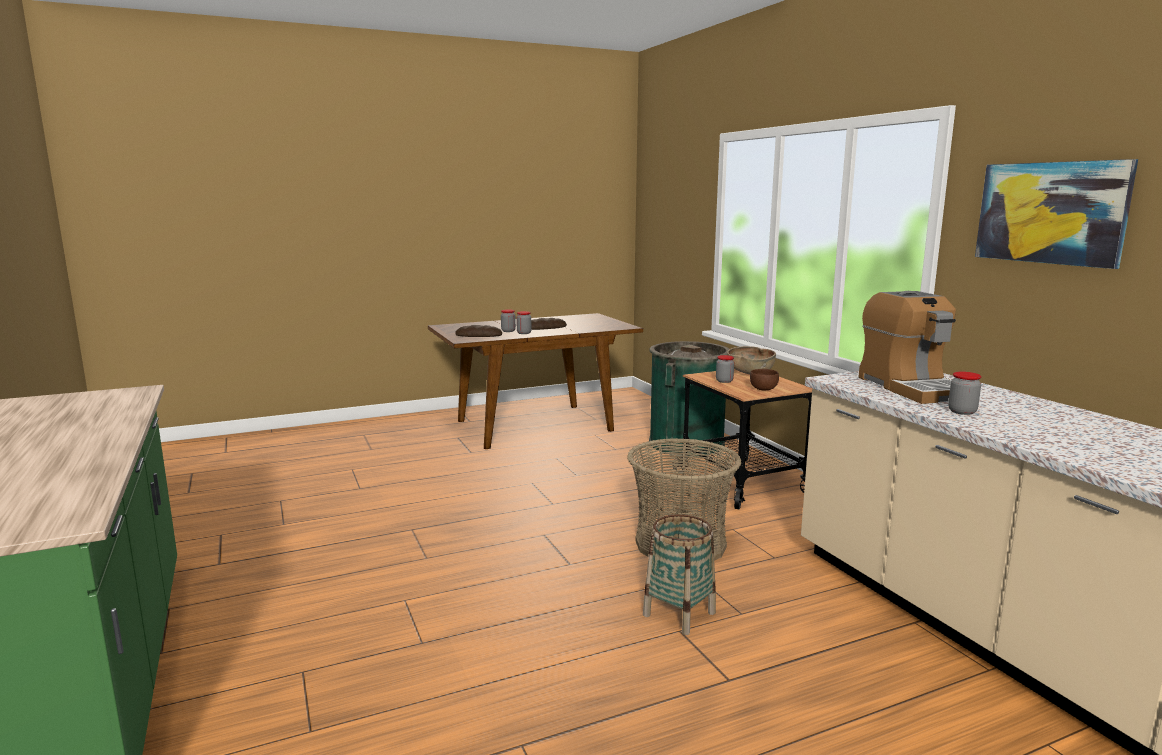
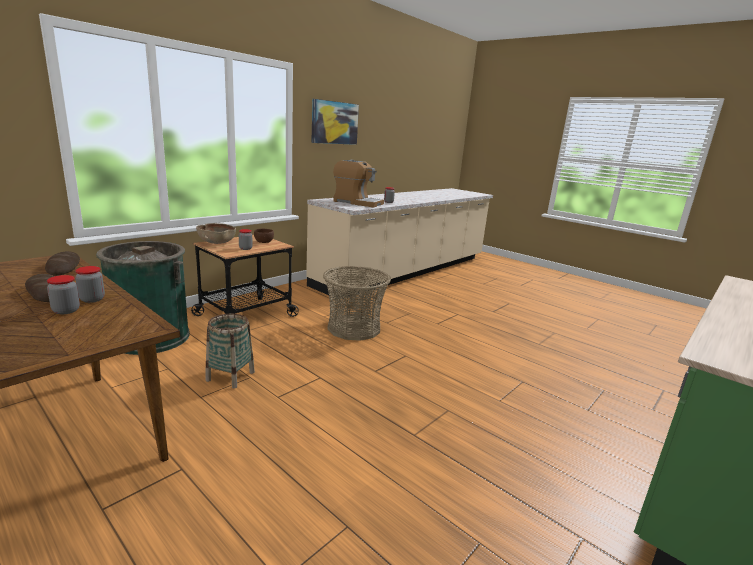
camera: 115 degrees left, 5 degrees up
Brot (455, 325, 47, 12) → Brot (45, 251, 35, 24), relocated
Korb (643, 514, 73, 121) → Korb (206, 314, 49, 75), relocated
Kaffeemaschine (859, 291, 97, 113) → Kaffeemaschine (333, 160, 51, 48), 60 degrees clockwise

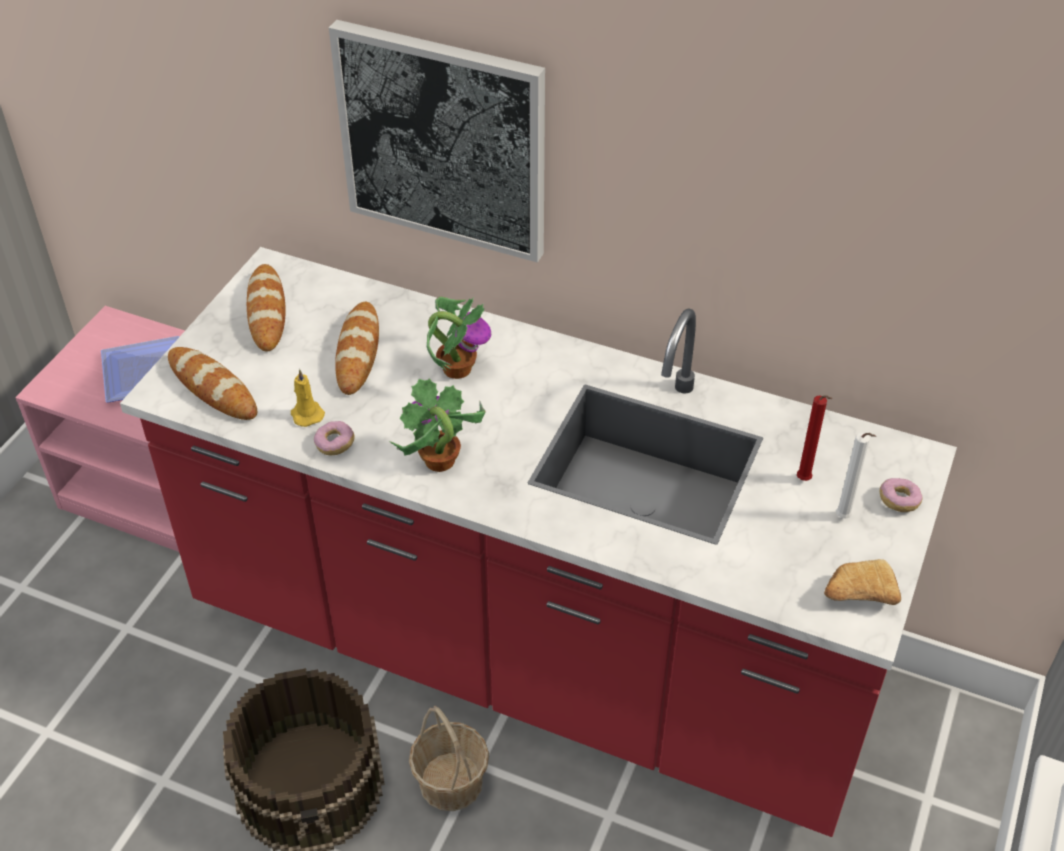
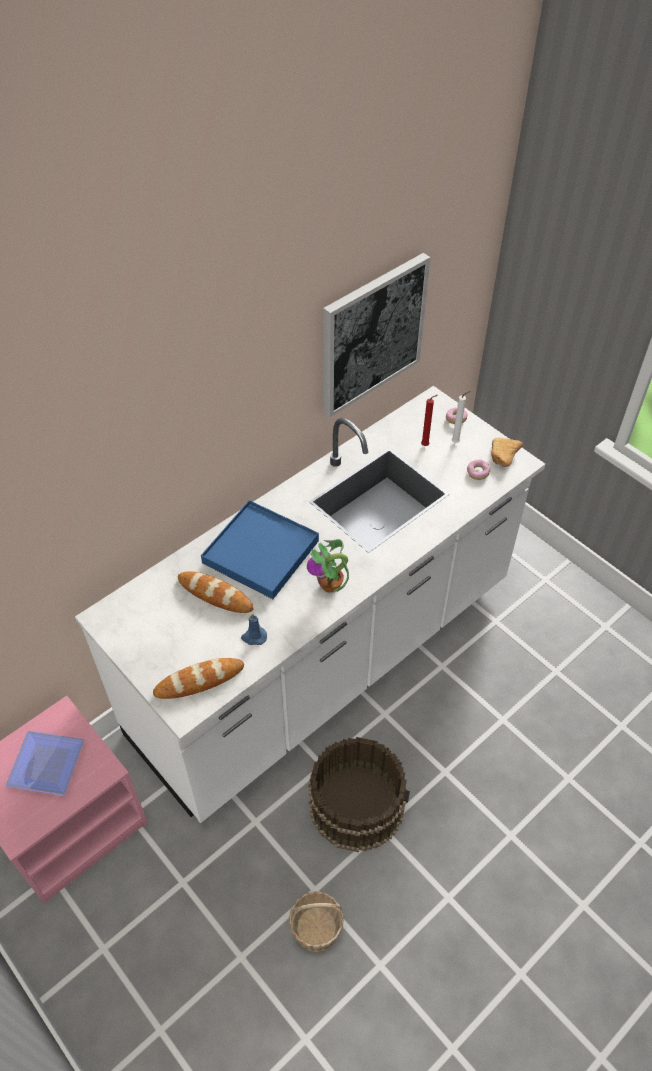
camera: 65 degrees left, 5 degrees up
Küchenzeile [rot] (120, 247, 837, 590) → Küchenzeile [weiß] (75, 386, 470, 437)
Topfpflanze (427, 296, 64, 83) → Tablett [blau] (201, 500, 118, 99)
Kerze [gelb] (291, 369, 34, 58) → Kerze [blau] (241, 613, 26, 32)
Korb (409, 706, 80, 105) → Korb (289, 891, 55, 61), relocated
Bild (329, 20, 216, 243) → Bild (323, 253, 107, 164), relocated
Donut (314, 421, 41, 34) → Donut (467, 460, 23, 20), relocated
Brot (247, 264, 39, 88) → -

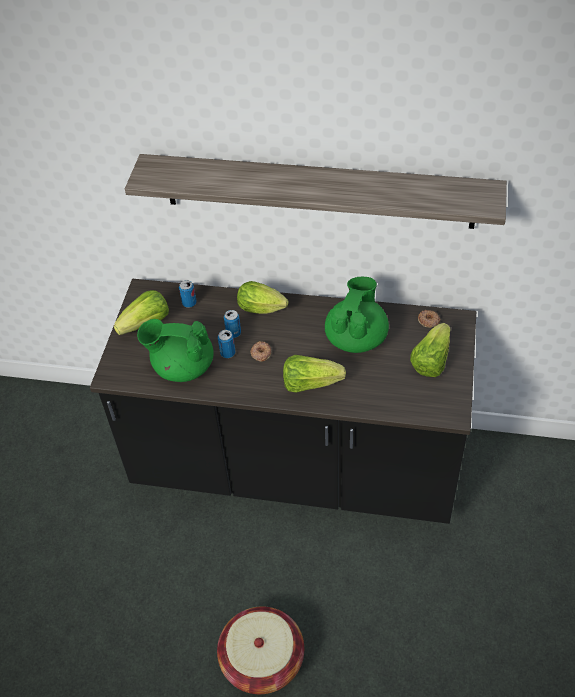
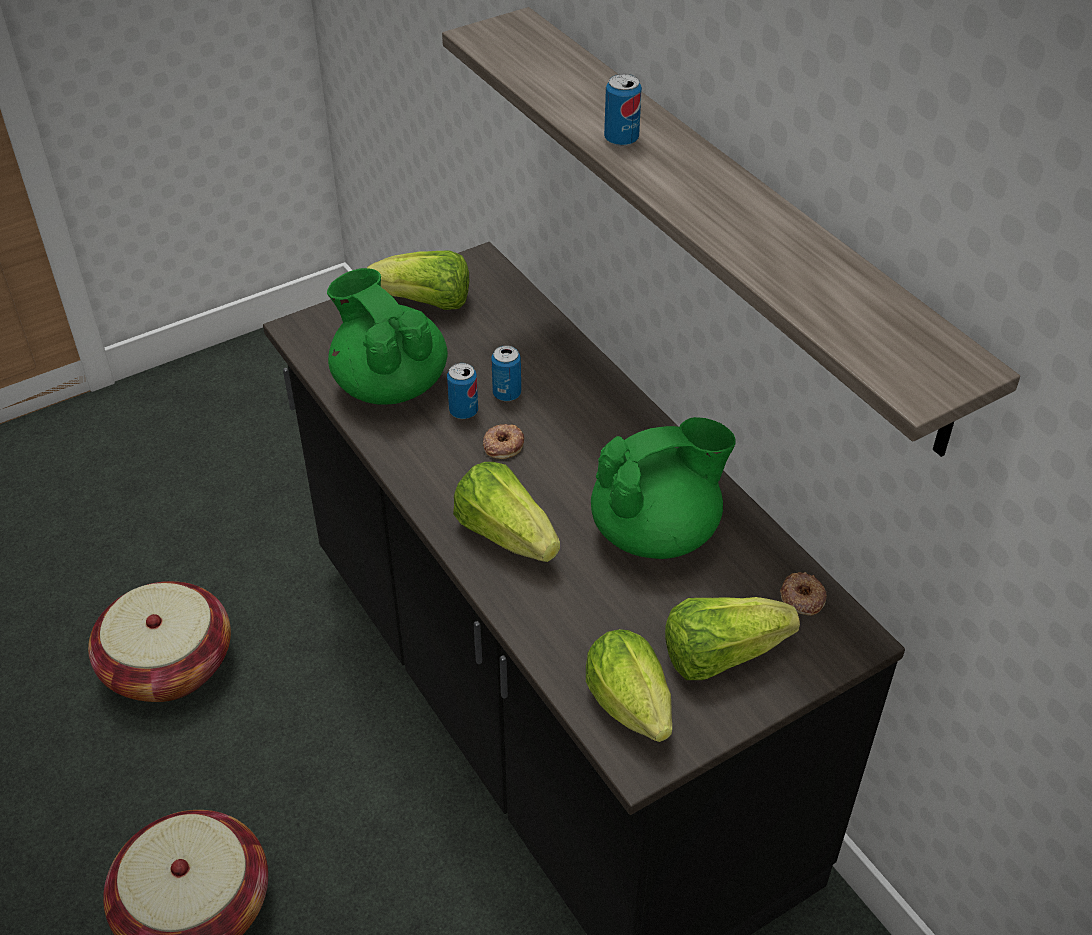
camera: 45 degrees right, 5 degrees down
- → Korb (88, 581, 143, 121)
Salatkopf (237, 281, 51, 33) → Salatkopf (586, 629, 86, 113), relocated
Dose (179, 280, 18, 28) → Dose (604, 74, 38, 72), relocated

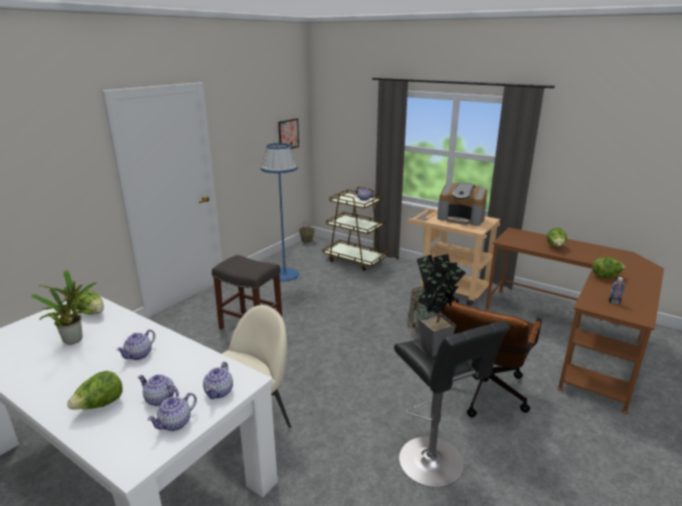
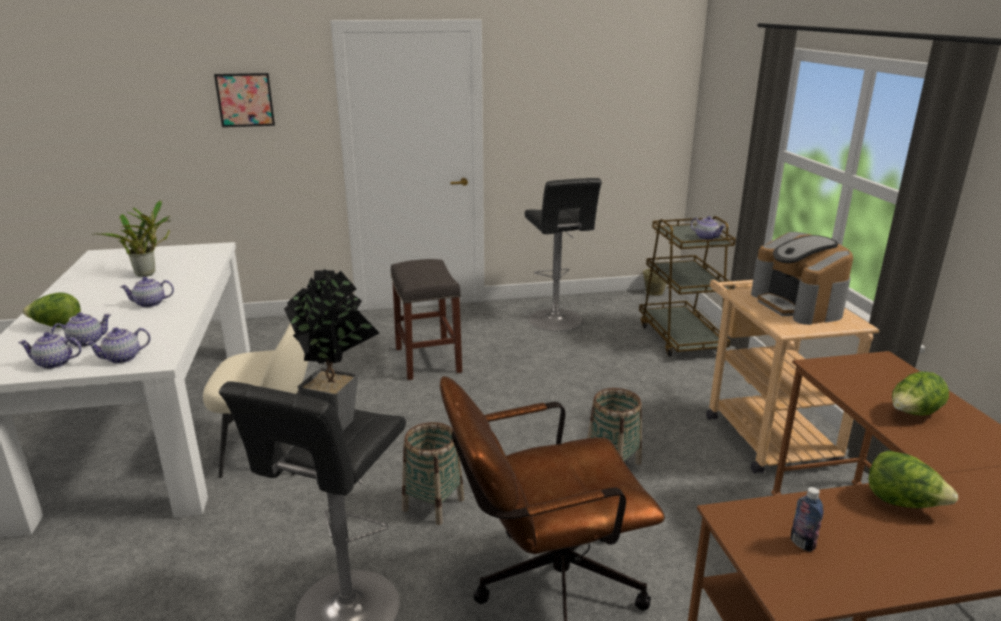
camera: 45 degrees right, 0 degrees up
Teekanne (138, 375, 41, 31) → Teekanne (51, 312, 60, 35), 75 degrees clockwise
Bild (278, 118, 21, 31) → Bild (214, 73, 61, 54), relocated
- → Korb (402, 422, 62, 103)
Stehlampe [blau] (261, 143, 38, 138) → Hocker [schwarz] (525, 178, 77, 153)
Salatkopf (76, 290, 28, 25) → -

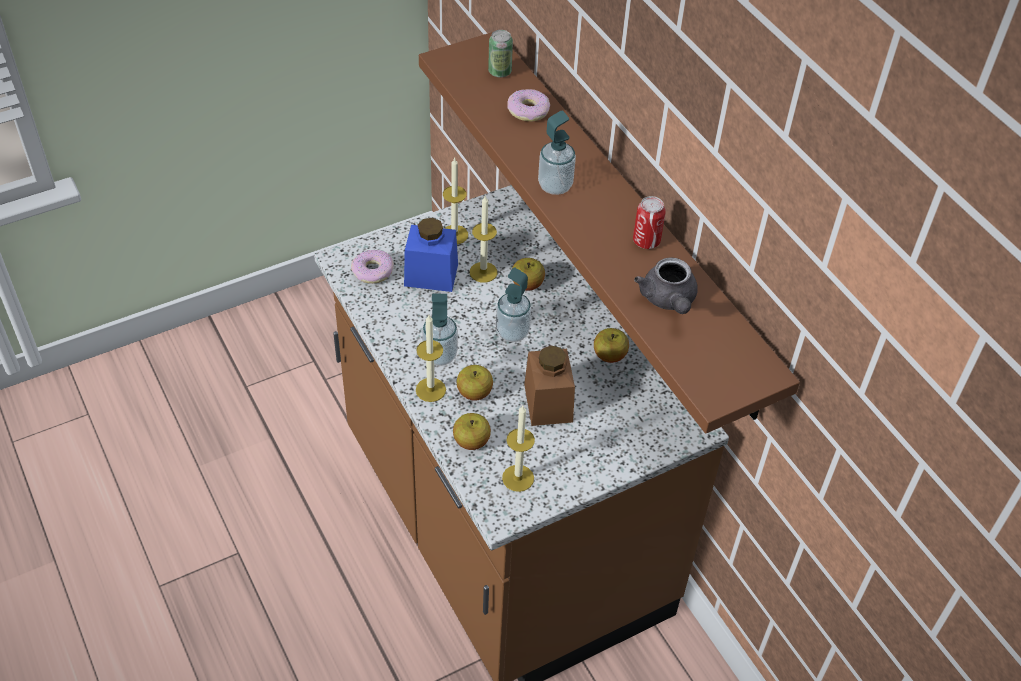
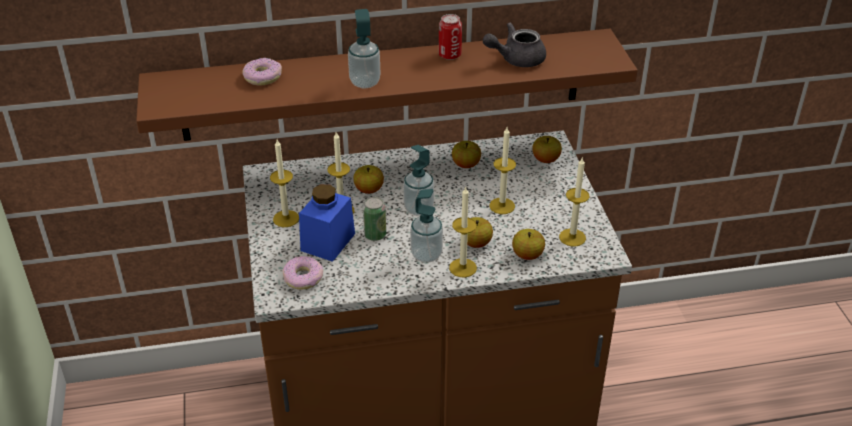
camera: 70 degrees left, 10 degrees down
Dose (488, 30, 25, 48) → Dose (363, 197, 23, 44), relocated
Teekanne [grau] (634, 257, 64, 57) → Teekanne [grau] (483, 22, 63, 45), 150 degrees clockwise
Vorratsglas [braun] (524, 345, 51, 81) → Kerze (489, 127, 27, 87)
- → Apfel (532, 136, 30, 27)

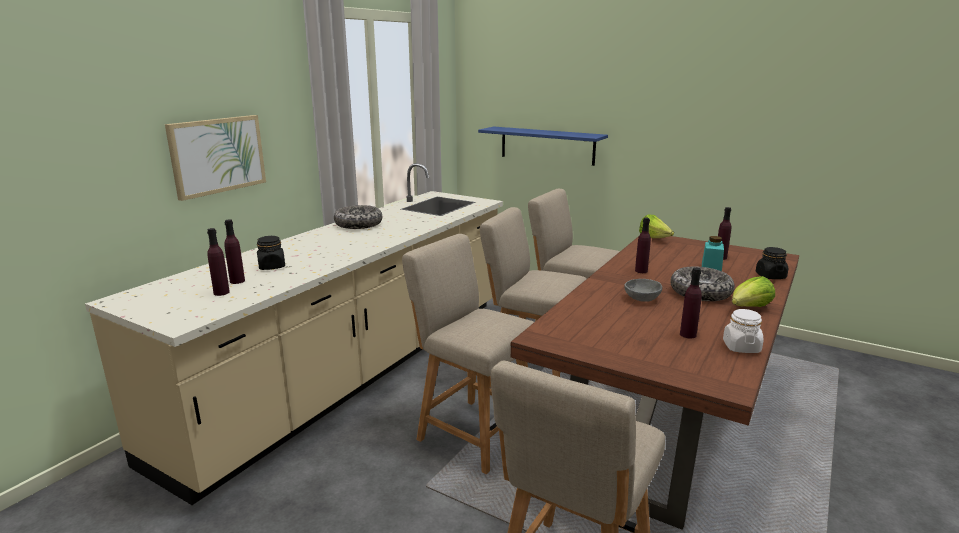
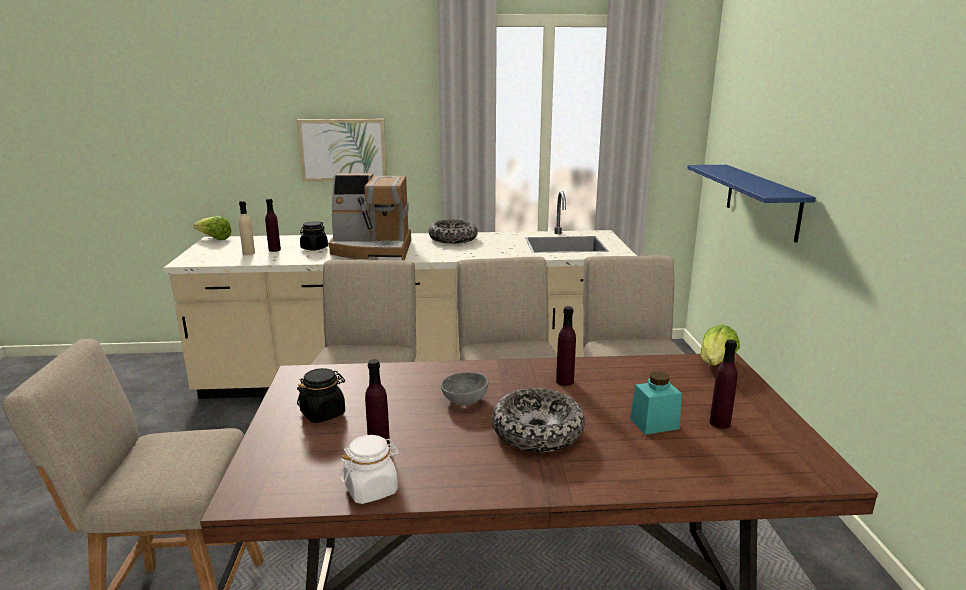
camera: 55 degrees right, 0 degrees up
Salatkopf (732, 276, 43, 31) → Salatkopf (193, 216, 39, 24), relocated
Flasche [lila] (207, 228, 23, 68) → Flasche [beige] (239, 201, 16, 54)
Vorratsglas [schwarz] (756, 247, 32, 32) → Vorratsglas [schwarz] (297, 368, 48, 55), relocated
- → Kaffeemaschine (328, 174, 83, 86)

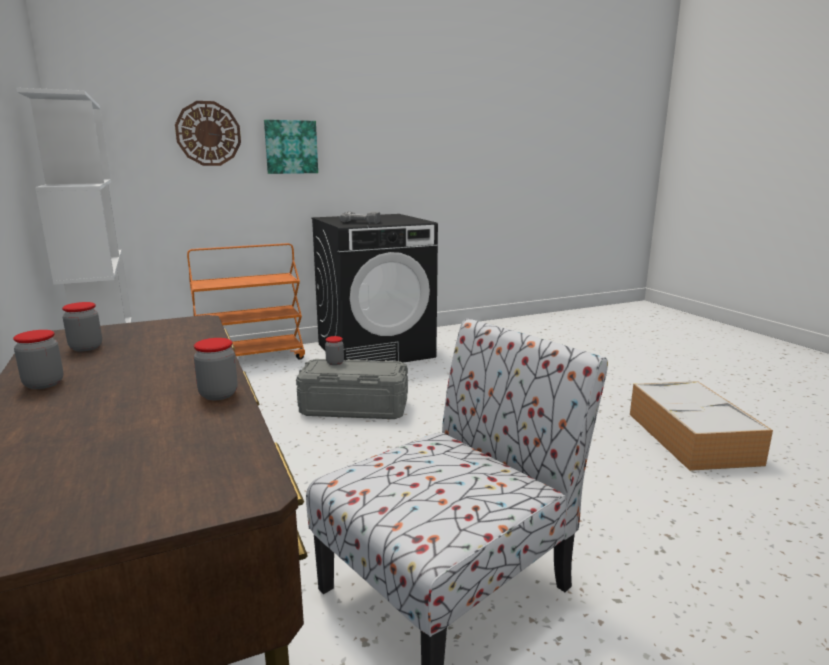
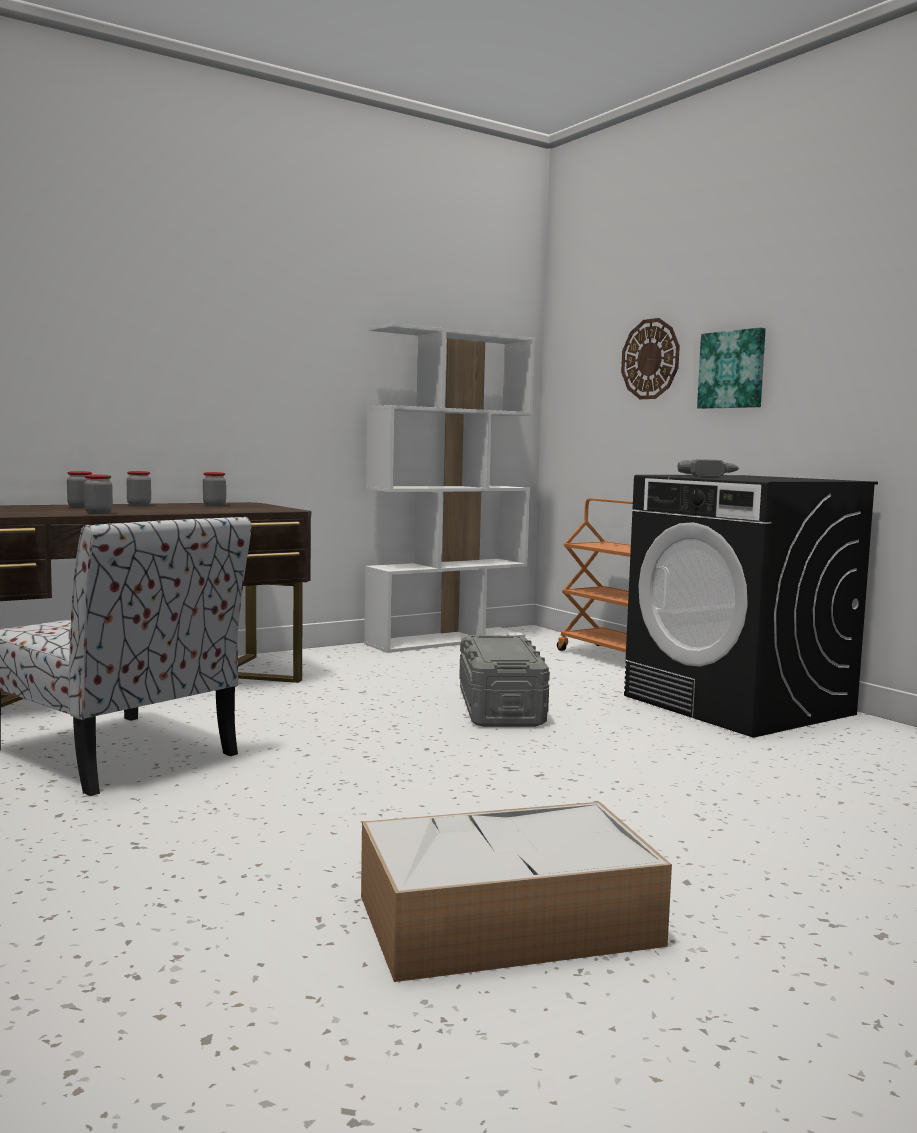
camera: 80 degrees right, 10 degrees down
Vorratsglas (325, 336, 19, 29) → Vorratsglas (67, 471, 25, 37), relocated

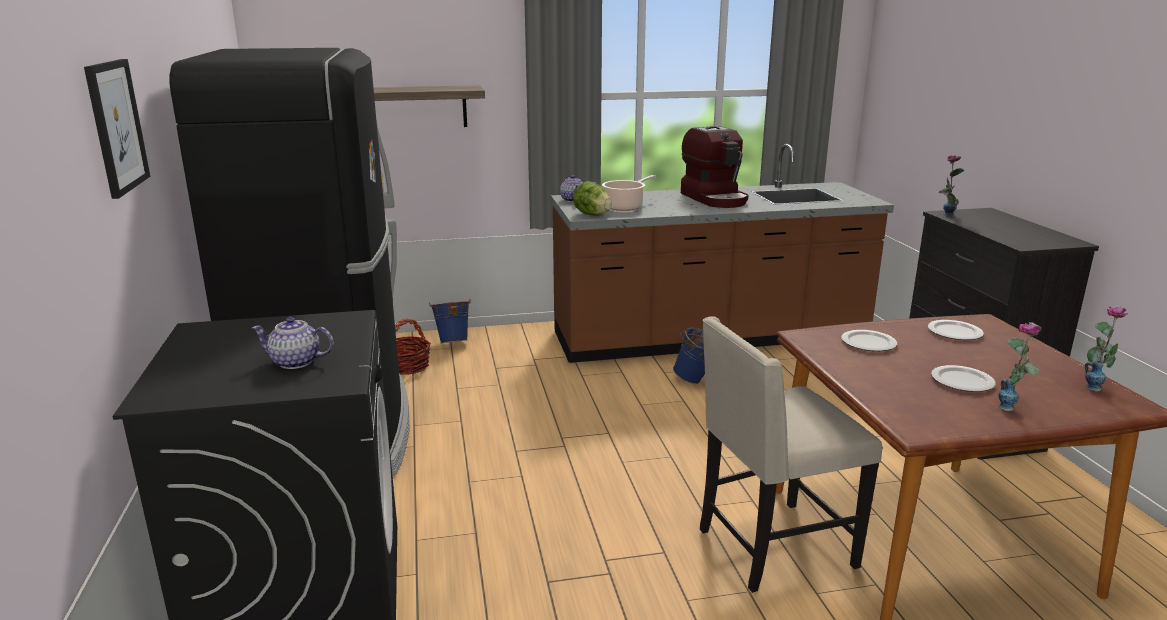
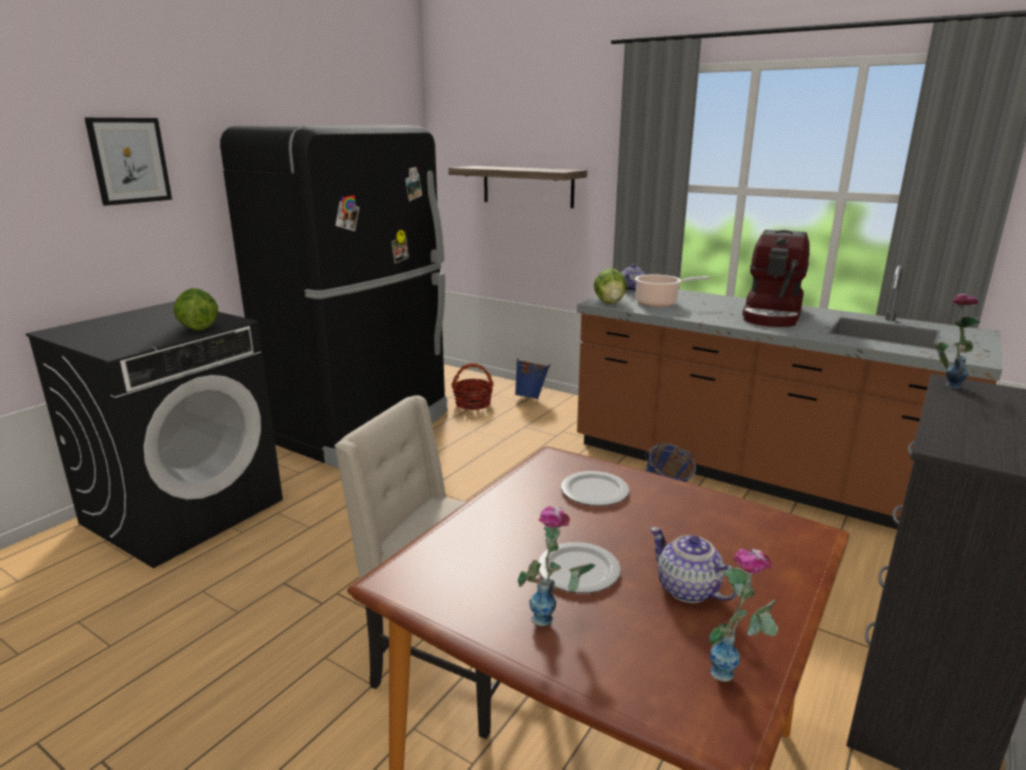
camera: 45 degrees right, 0 degrees up
- → Salatkopf (174, 288, 44, 42)
Teekanne (252, 317, 82, 52) → Teekanne (650, 527, 87, 76), relocated
Teller (928, 320, 56, 20) → -

